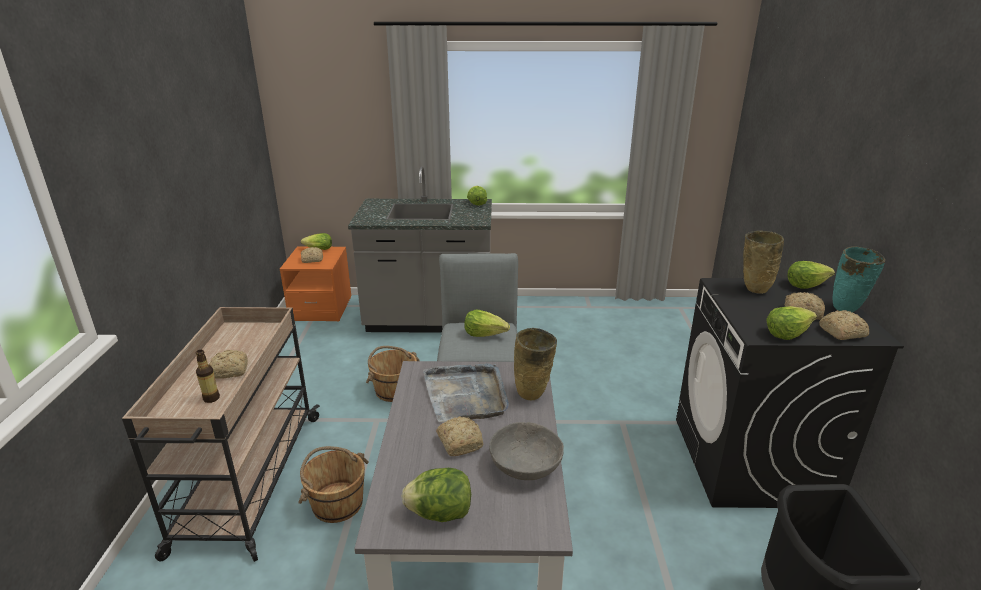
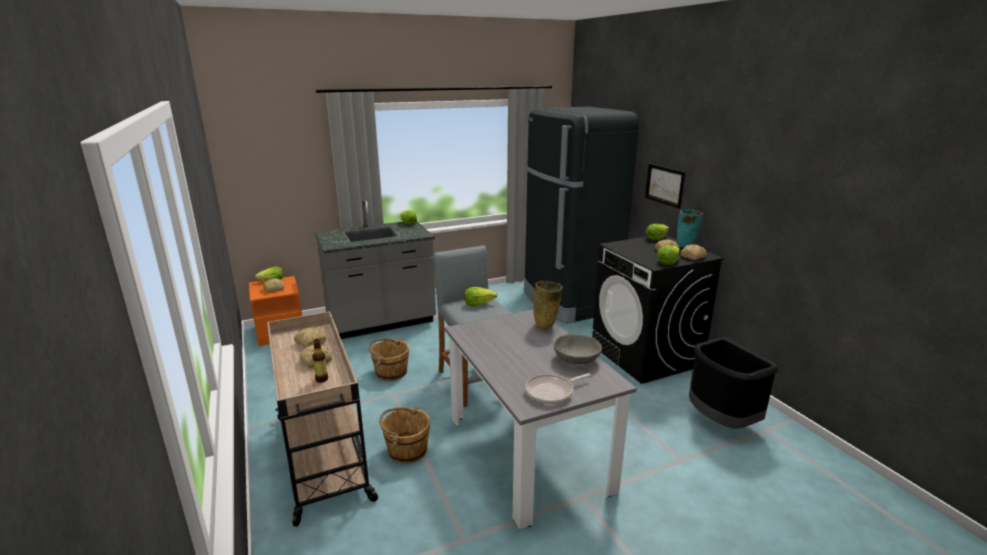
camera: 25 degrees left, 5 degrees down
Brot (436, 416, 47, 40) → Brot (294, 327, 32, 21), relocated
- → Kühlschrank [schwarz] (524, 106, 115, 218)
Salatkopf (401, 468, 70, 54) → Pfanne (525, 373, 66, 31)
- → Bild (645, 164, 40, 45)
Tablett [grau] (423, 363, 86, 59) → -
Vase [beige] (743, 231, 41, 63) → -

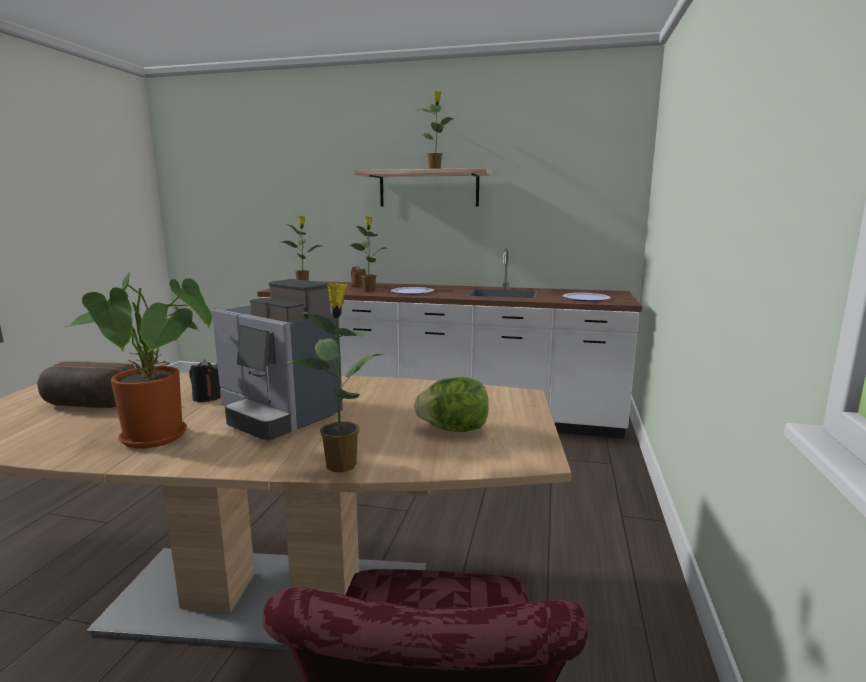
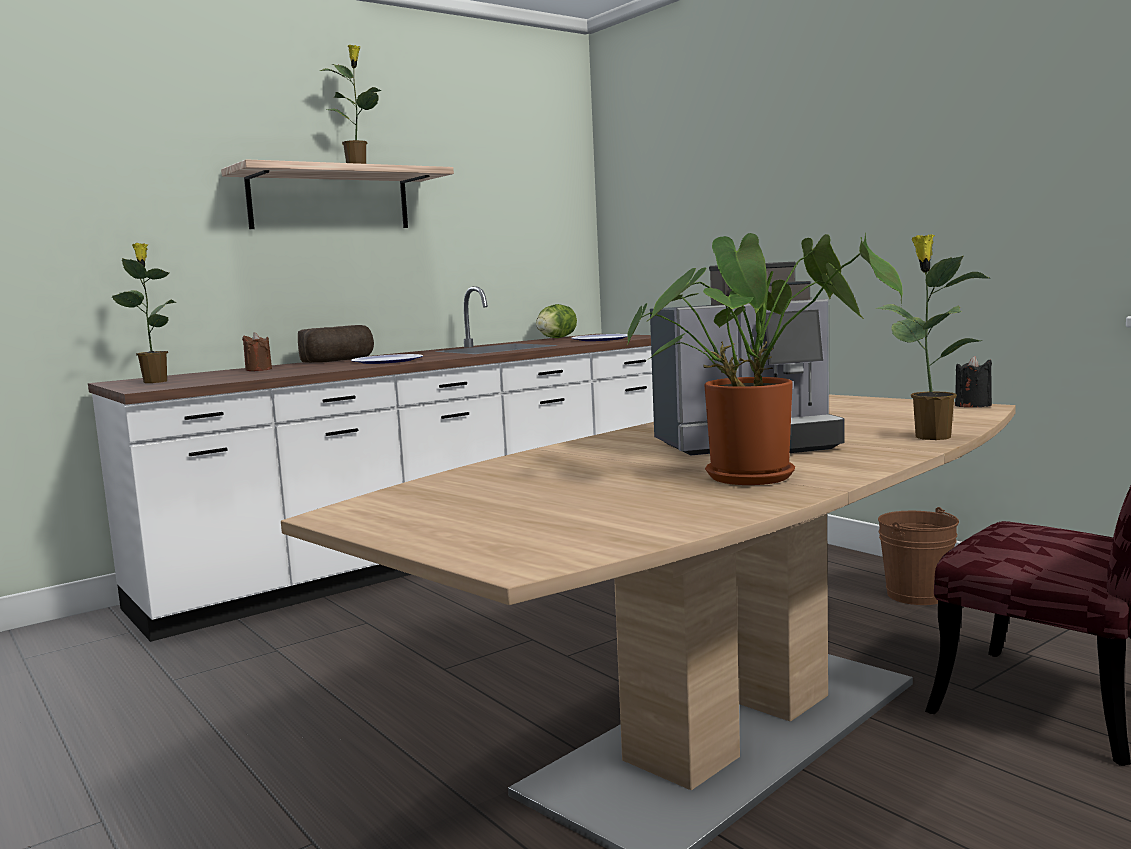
camera: 50 degrees left, 5 degrees down
Brot (37, 362, 98, 46) → Brot (298, 325, 76, 38), relocated
Salatkopf (414, 377, 74, 55) → Salatkopf (536, 304, 41, 34), relocated
- → Eimer [braun] (878, 507, 81, 98)
Kerze [schwarz] (189, 359, 32, 43) → Kerze [schwarz] (955, 356, 37, 51), relocated
Topfpflanze (350, 216, 38, 76) → -

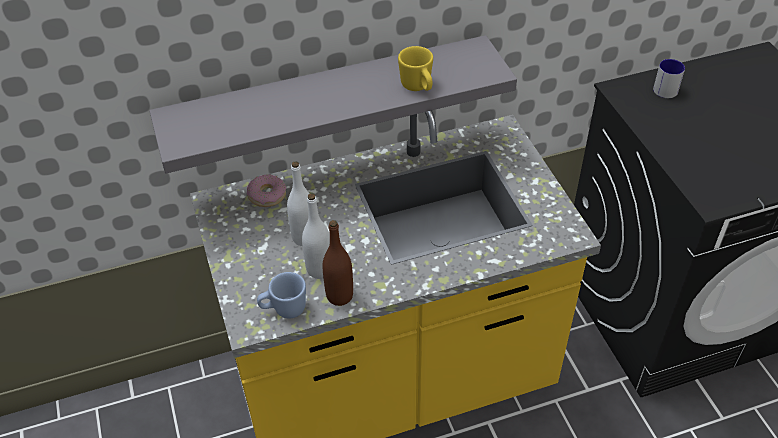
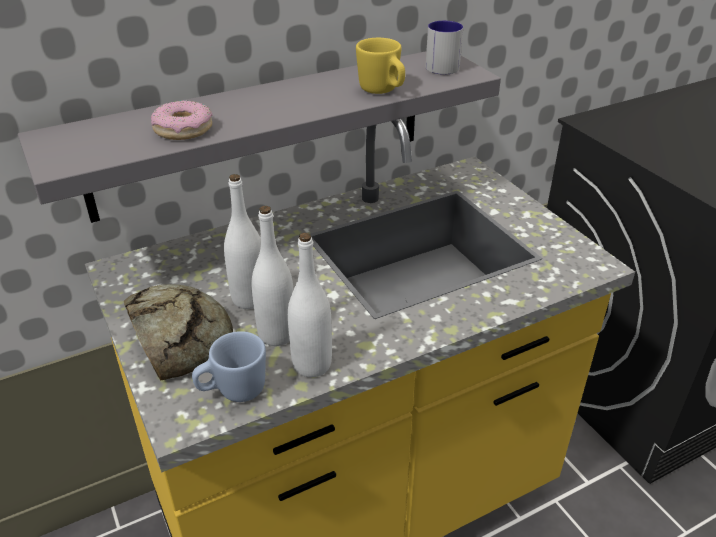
camera: 10 degrees left, 10 degrees down
- → Brot (124, 284, 109, 96)
Donut (247, 174, 39, 33) → Donut (151, 100, 62, 40), relocated
Flasche [braun] (322, 220, 31, 86) → Flasche [weiß] (288, 233, 44, 144)
Henkelbecher (653, 59, 32, 39) → Henkelbecher (426, 21, 37, 54), relocated

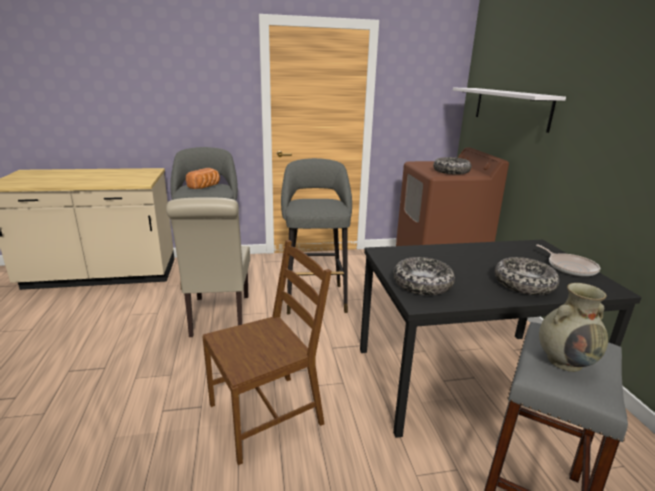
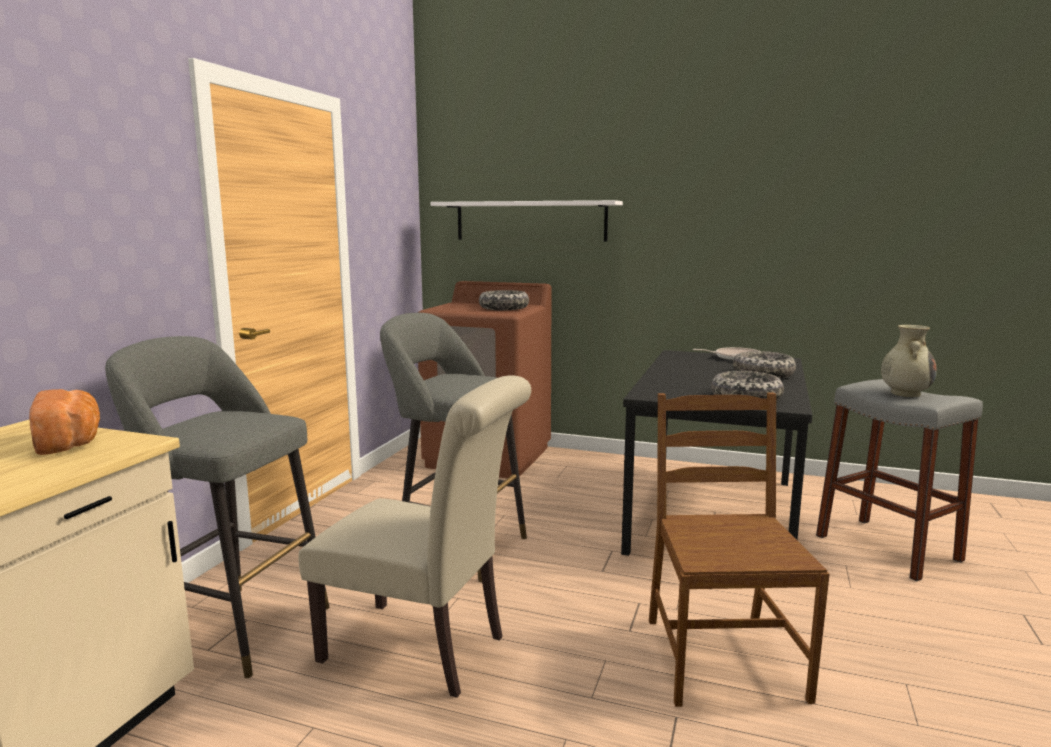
camera: 60 degrees left, 10 degrees down
Brot (186, 168, 34, 21) → Brot (29, 389, 71, 66), relocated

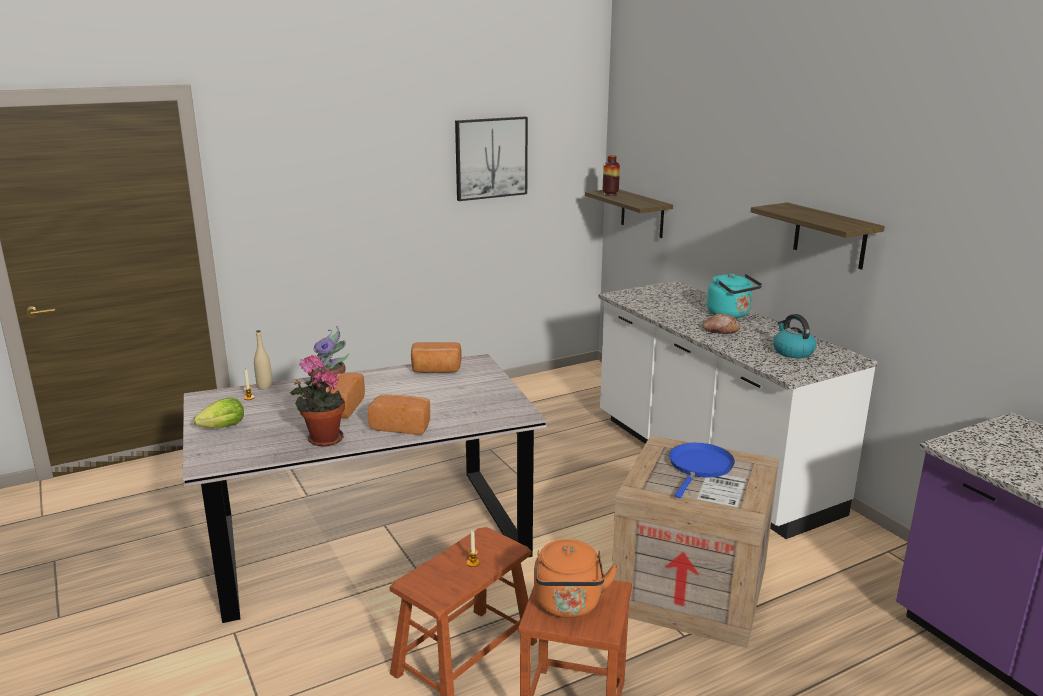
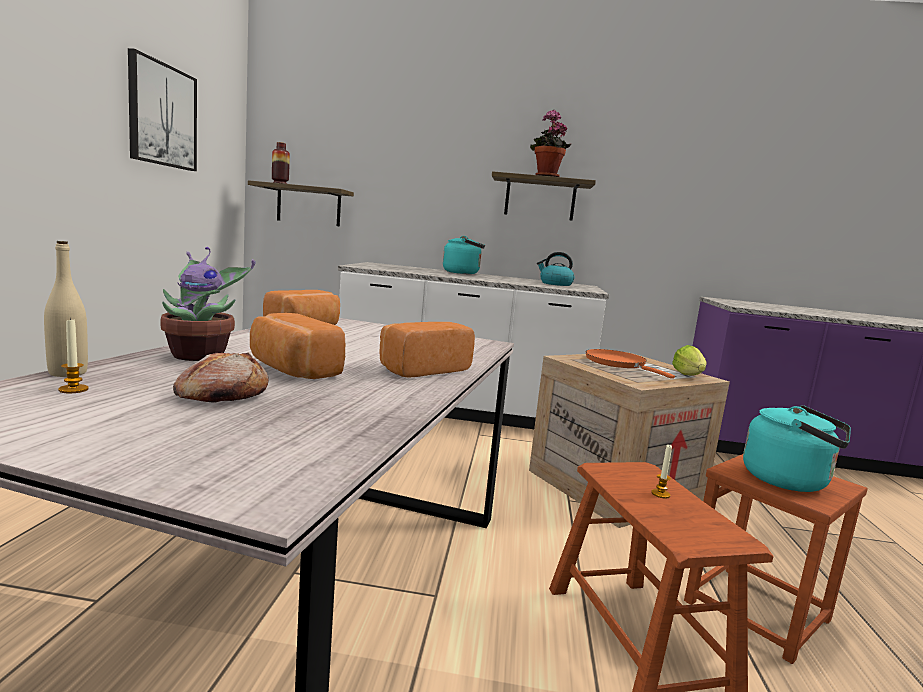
camera: 55 degrees left, 10 degrees down
Brot (702, 313, 38, 21) → Brot (173, 353, 96, 50), relocated
Topfpflanze (290, 355, 55, 92) → Topfpflanze (530, 109, 41, 68), relocated
Pfanne [blau] (669, 443, 66, 55) → Pfanne [orange] (586, 349, 89, 30)
Salatkopf (193, 397, 51, 31) → Salatkopf (672, 345, 35, 30), relocated
Wasserkessel [orange] (534, 539, 84, 79) → Wasserkessel [türkis] (743, 405, 108, 87)

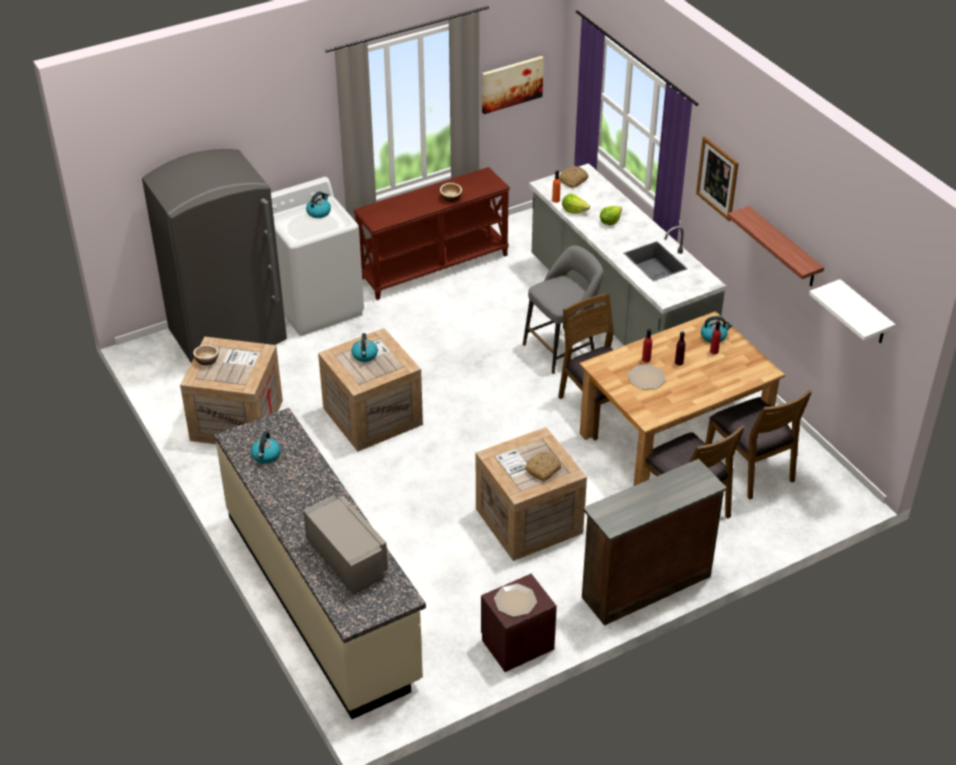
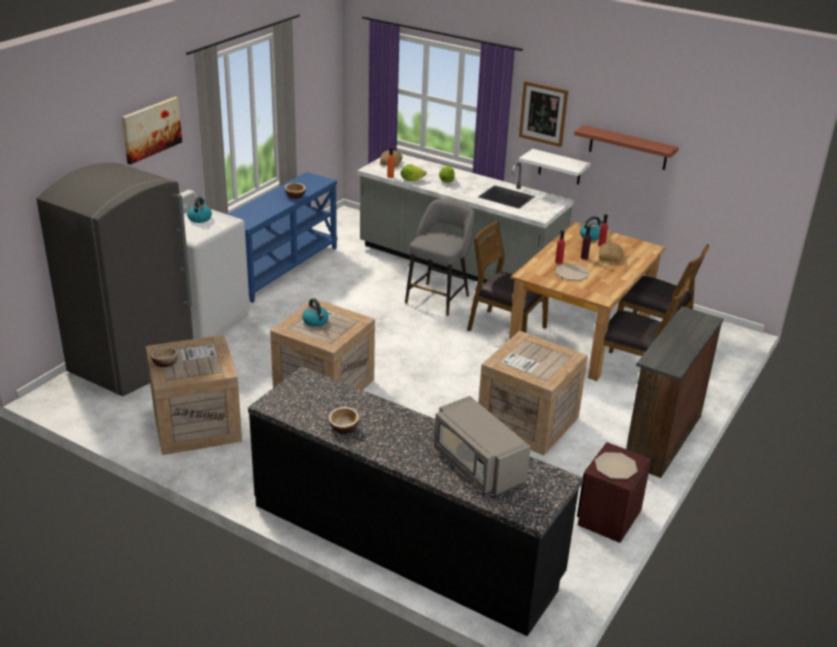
camera: 30 degrees left, 10 degrees down
Bild (482, 56, 62, 58) → Bild (122, 97, 60, 68), relocated
Konsolentisch [braun] (353, 167, 157, 133) → Konsolentisch [blau] (227, 172, 111, 131)
Küchenzeile [beige] (215, 408, 211, 311) → Küchenzeile [schwarz] (248, 366, 335, 270)
- → Schüssel (328, 407, 31, 27)
Mikrowelle [grau] (303, 495, 85, 99) → Mikrowelle [grau] (434, 396, 97, 100), 150 degrees counterclockwise
Wandregal [weiß] (809, 279, 87, 64) → Wandregal [weiß] (519, 149, 72, 36), relocated
Brot (525, 452, 36, 30) → Brot (599, 242, 24, 20), relocated
Wasserkessel (251, 432, 29, 32) → -

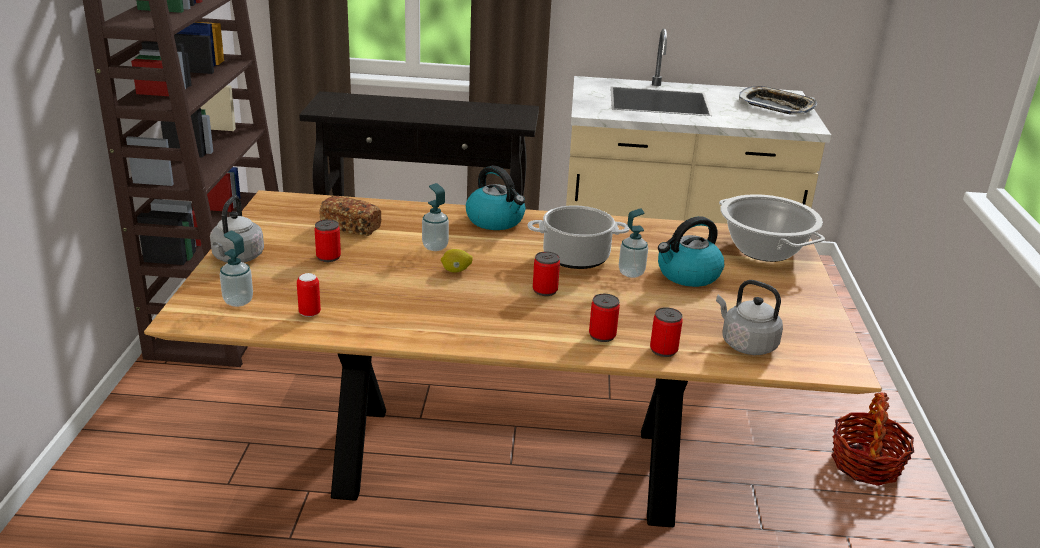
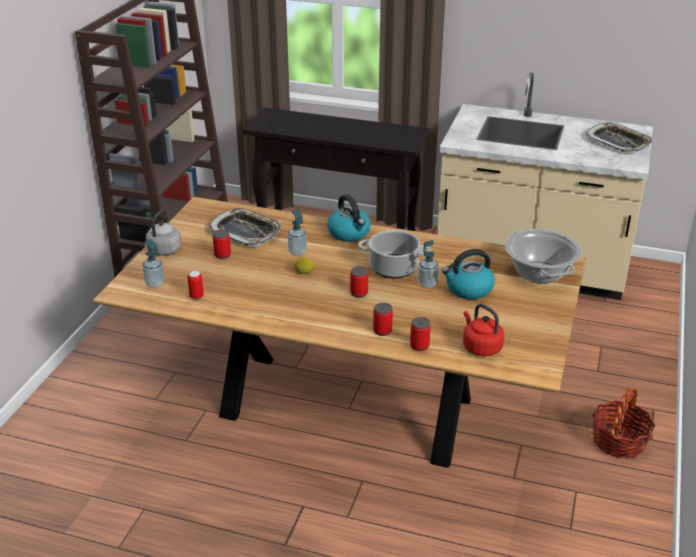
camera: 15 degrees right, 5 degrees up
Brot (319, 196, 62, 40) → Tablett (208, 208, 74, 38)
Wasserkessel [grau] (716, 280, 67, 75) → Wasserkessel [rot] (463, 304, 41, 52)

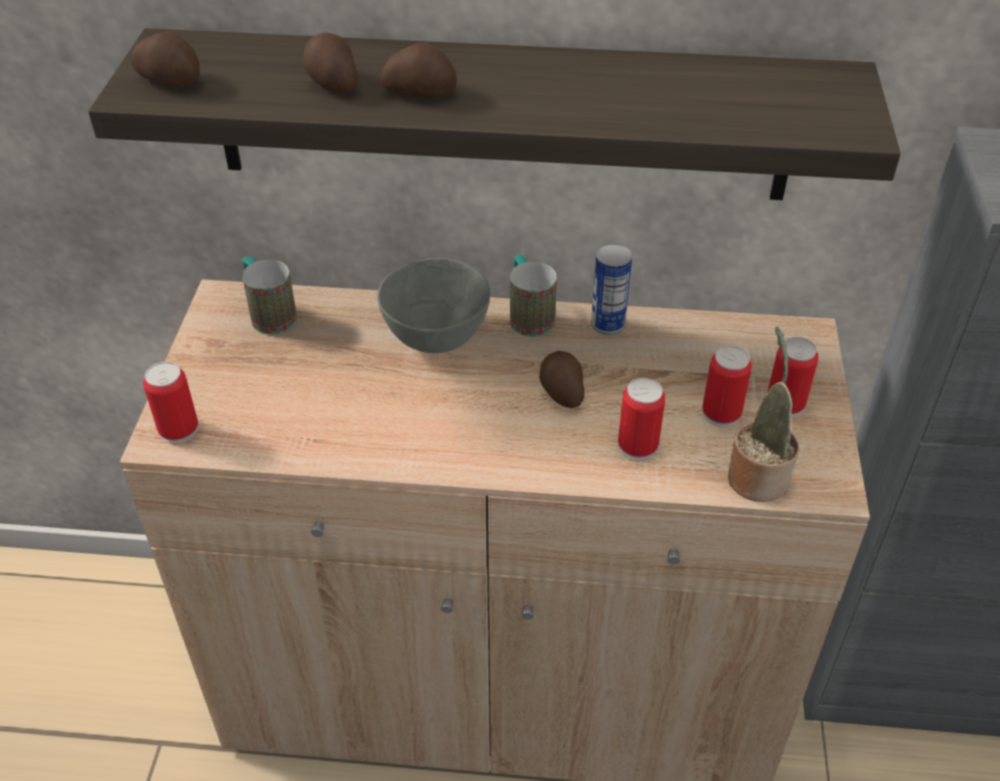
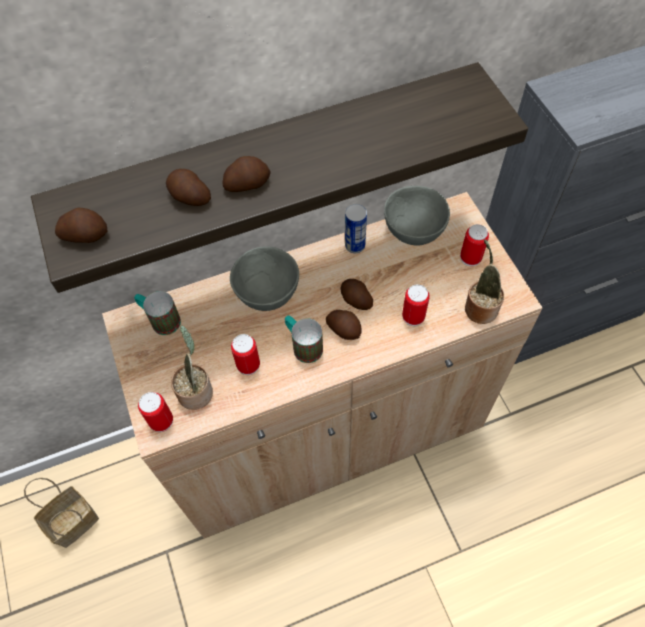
camera: 25 degrees left, 15 degrees up
- → Korb (24, 478, 75, 70)
- → Topfpflanze (171, 326, 42, 84)
Dose (702, 346, 50, 81) → Dose (231, 334, 29, 41), relocated
Henkelbecher (510, 255, 47, 82) → Henkelbecher (285, 315, 38, 48), relocated
- → Kartoffel (326, 310, 35, 30)
- → Schüssel [grau] (384, 186, 66, 60)

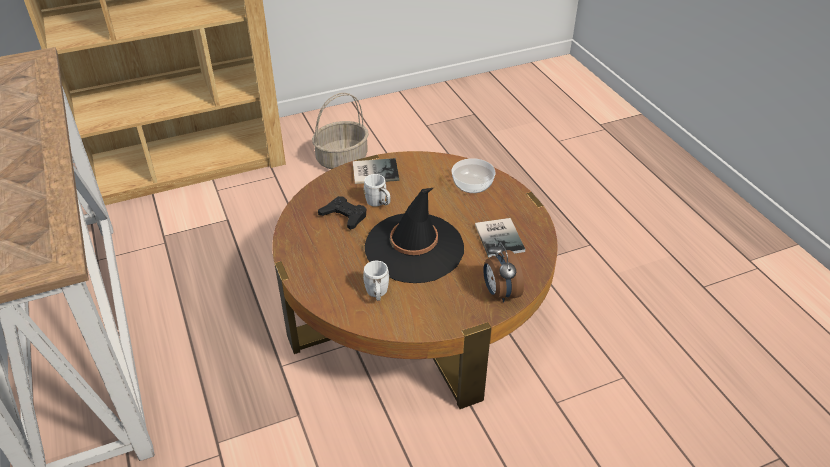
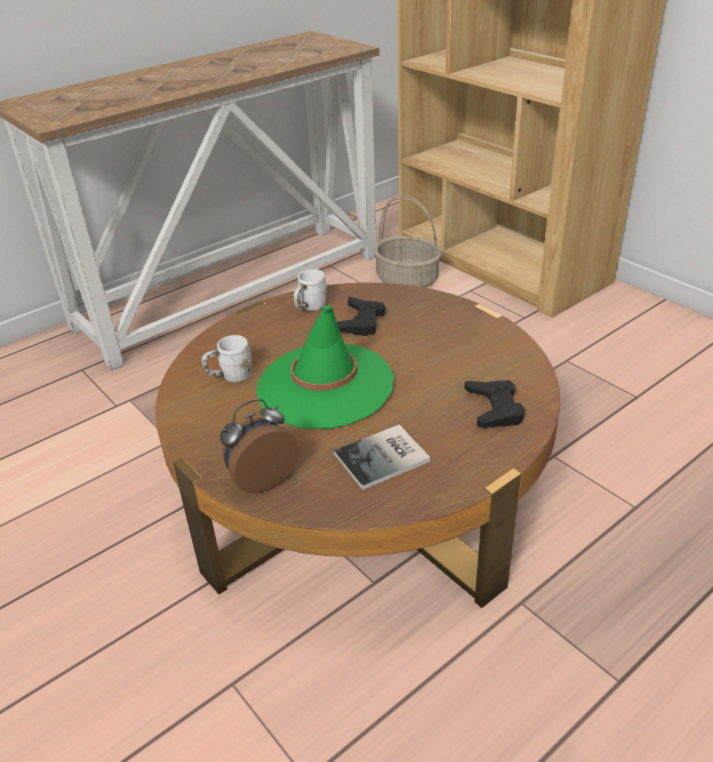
camera: 75 degrees right, 5 degrees down
Hut [schwarz] (365, 188, 99, 95) → Hut [grün] (256, 305, 138, 124)
Henkelbecher [weiß] (363, 174, 27, 33) → Henkelbecher [weiß] (294, 269, 33, 42), relocated
Korb (312, 93, 57, 76) → Korb (374, 195, 68, 93), relocated
Schüssel (451, 158, 44, 35) → Gamepad [schwarz] (465, 380, 60, 48)
Buch (353, 158, 46, 26) → -

